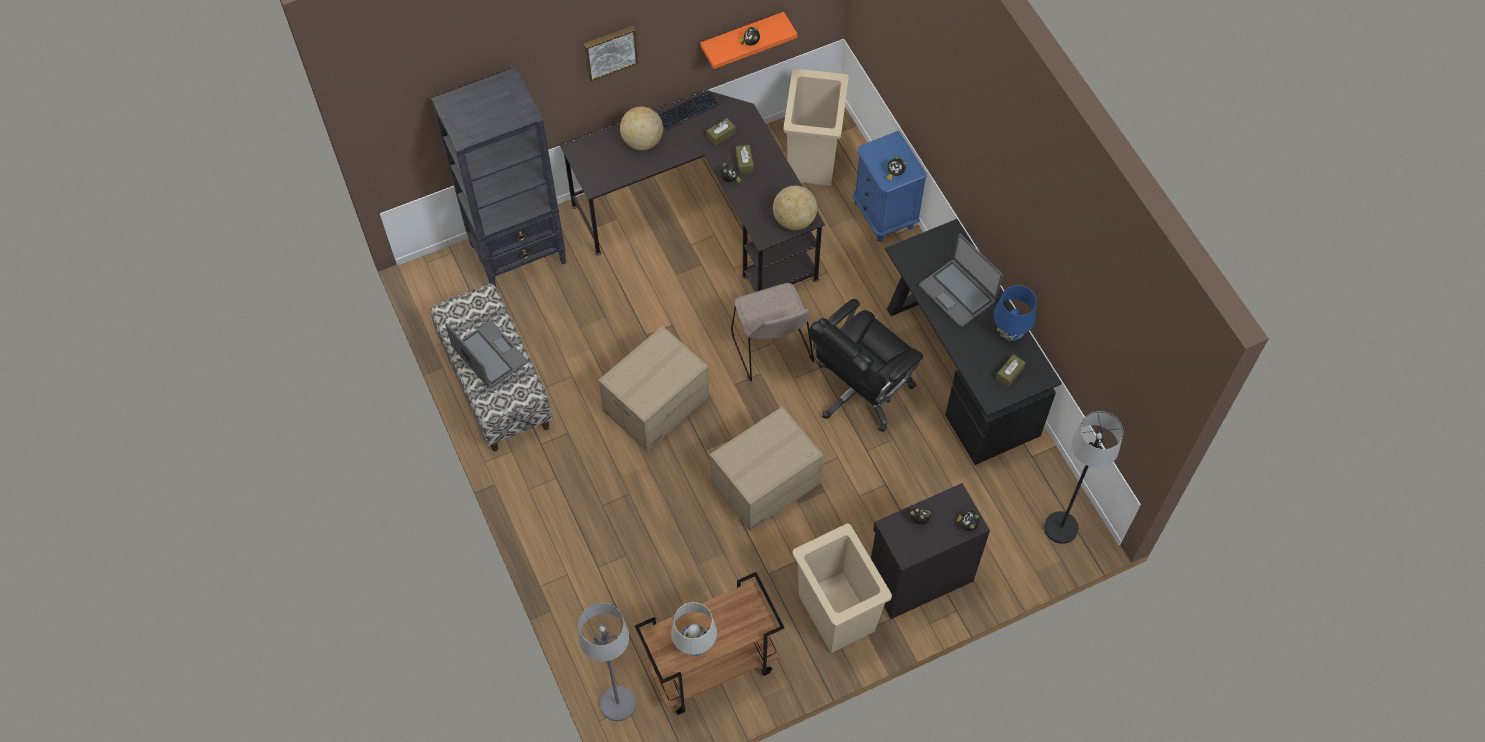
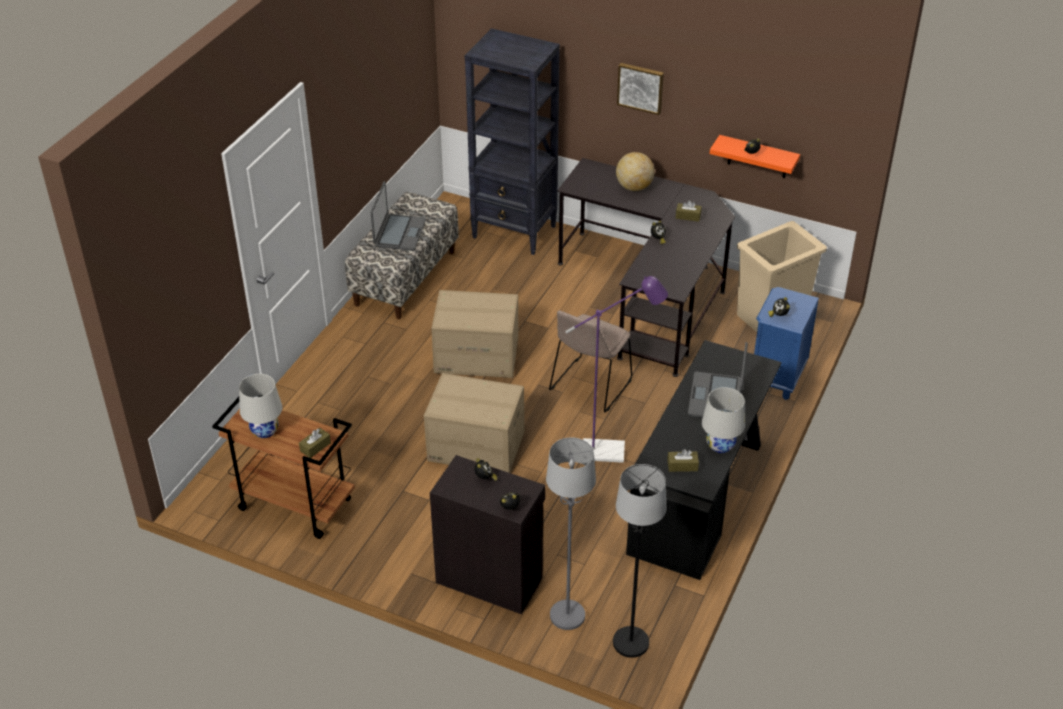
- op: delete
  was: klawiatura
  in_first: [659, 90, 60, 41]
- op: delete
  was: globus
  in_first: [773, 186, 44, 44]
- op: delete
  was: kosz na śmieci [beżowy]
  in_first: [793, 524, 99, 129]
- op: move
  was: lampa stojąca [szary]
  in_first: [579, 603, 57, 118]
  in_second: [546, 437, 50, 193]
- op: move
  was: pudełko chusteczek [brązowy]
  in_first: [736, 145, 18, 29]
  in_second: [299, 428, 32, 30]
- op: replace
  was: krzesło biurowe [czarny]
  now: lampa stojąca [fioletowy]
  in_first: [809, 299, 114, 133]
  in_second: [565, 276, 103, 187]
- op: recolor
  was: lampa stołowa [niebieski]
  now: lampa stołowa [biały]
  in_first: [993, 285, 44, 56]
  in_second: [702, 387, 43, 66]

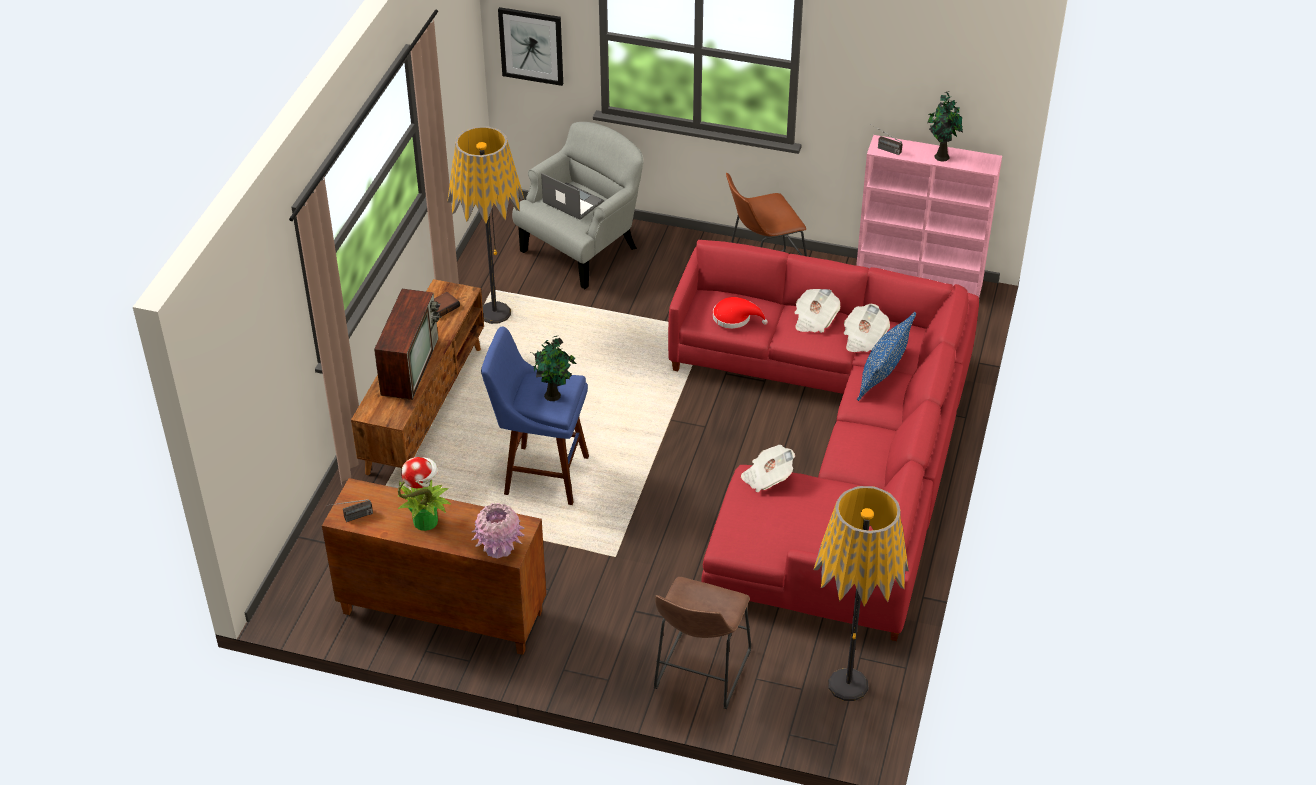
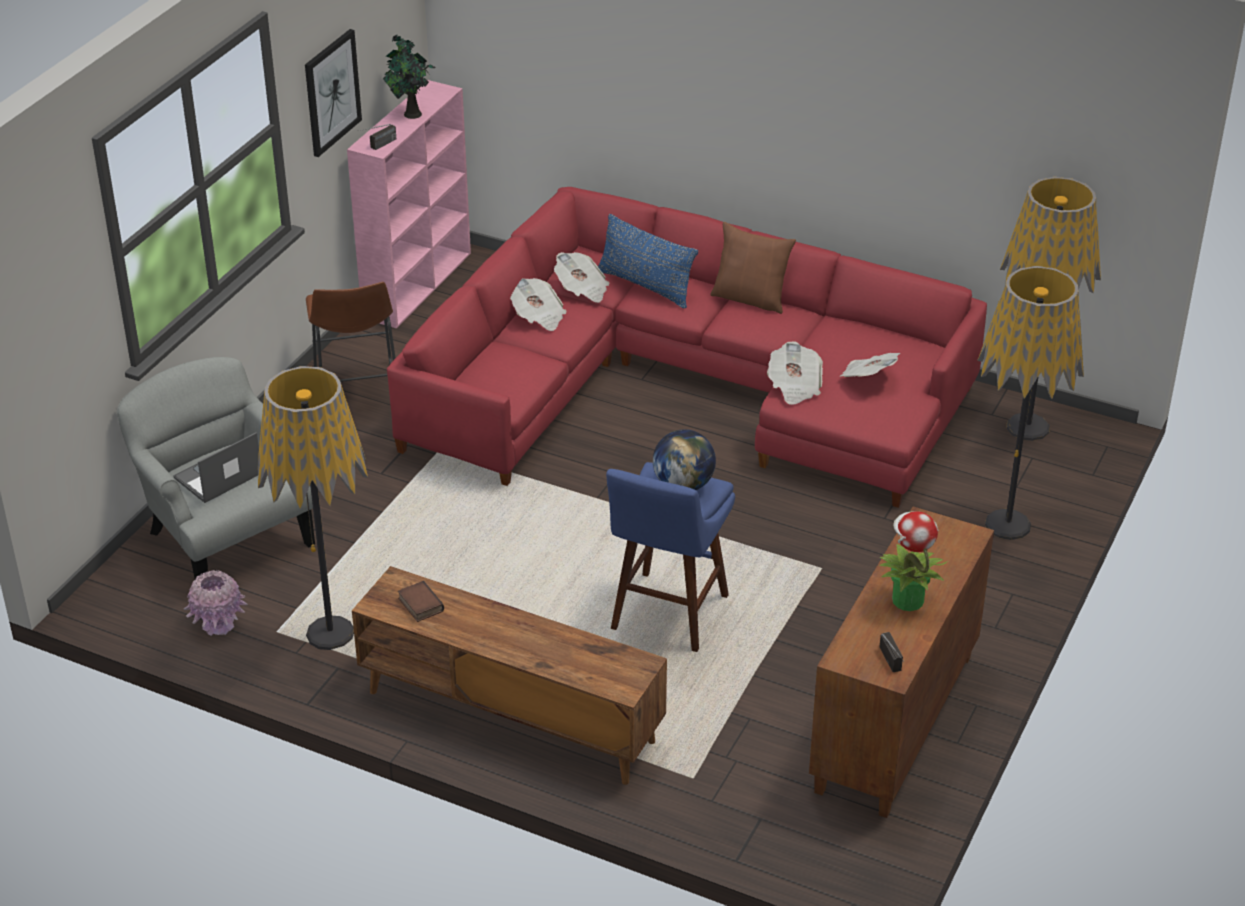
- op: delete
  was: telewizor
  in_first: [374, 289, 68, 111]
- op: delete
  was: kapelusz [czerwony]
  in_first: [713, 297, 55, 32]
- op: insert
  now: poduszka [brązowy]
  in_second: [710, 222, 86, 92]
- op: insert
  now: gazeta
  in_second: [839, 353, 61, 24]
- op: move
  was: wazon [różowy]
  in_first: [471, 503, 54, 56]
  in_second: [184, 570, 64, 66]
- op: move
  was: obraz
  in_first: [498, 7, 65, 79]
  in_second: [305, 29, 57, 128]
- op: replace
  was: roślina doniczkowa
  now: globus
  in_first: [533, 335, 44, 66]
  in_second: [653, 429, 63, 61]
- op: replace
  was: stołek [brązowy]
  now: lampa stojąca
  in_first: [654, 577, 97, 132]
  in_second: [977, 266, 107, 274]

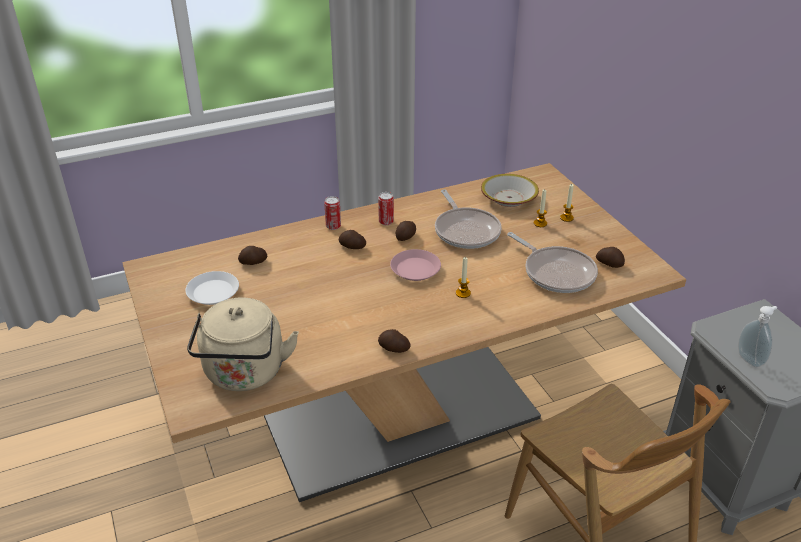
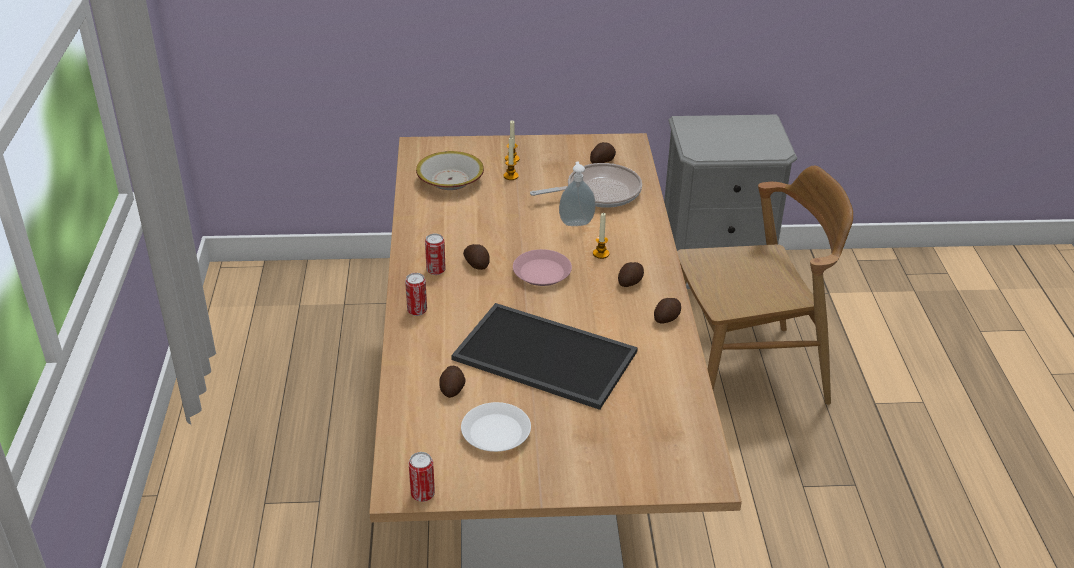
- op: delete
  was: czajnik [beżowy]
  in_first: [187, 297, 112, 94]
- op: delete
  was: patelnia
  in_first: [435, 189, 67, 60]
- op: insert
  now: puszka
  in_second: [409, 452, 26, 50]
- op: insert
  now: taca
  in_second: [451, 303, 187, 107]
- op: move
  was: ziemniak
  in_first: [339, 230, 27, 19]
  in_second: [618, 262, 26, 25]
- op: move
  was: dozownik mydła
  in_first: [738, 306, 39, 61]
  in_second: [559, 162, 37, 64]

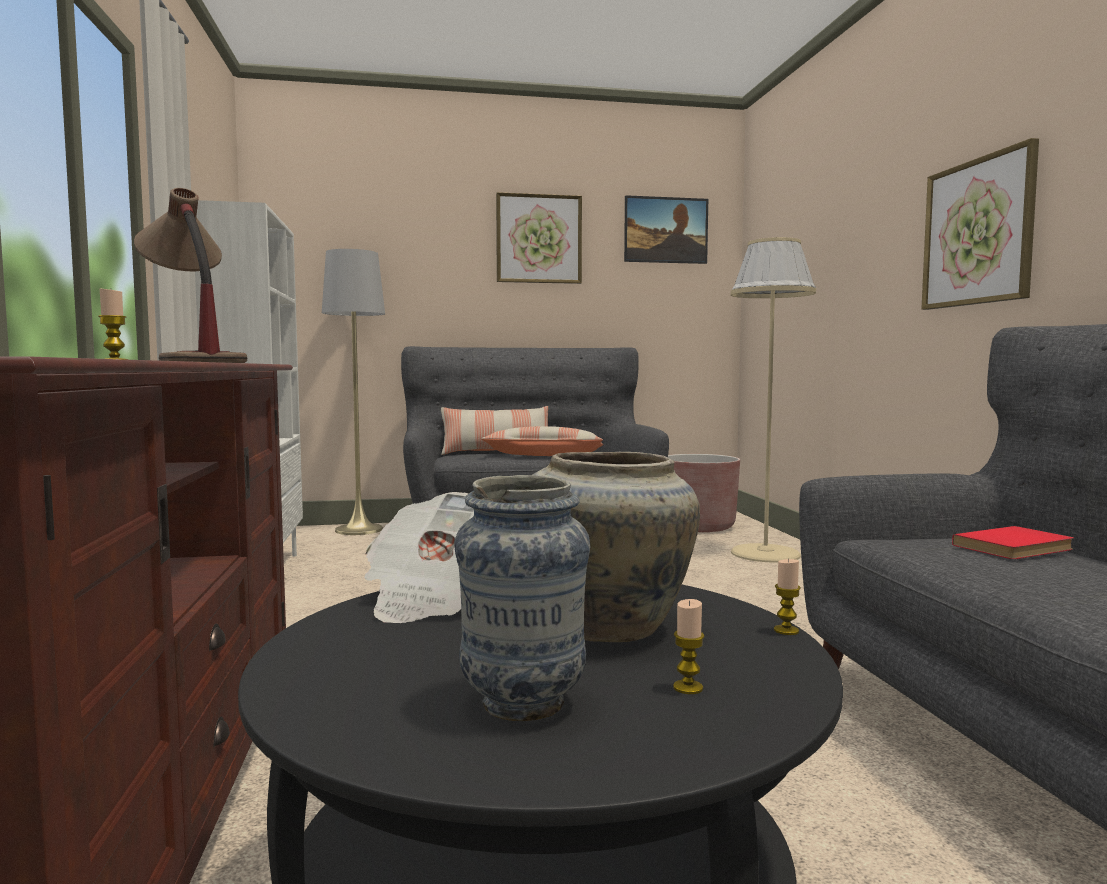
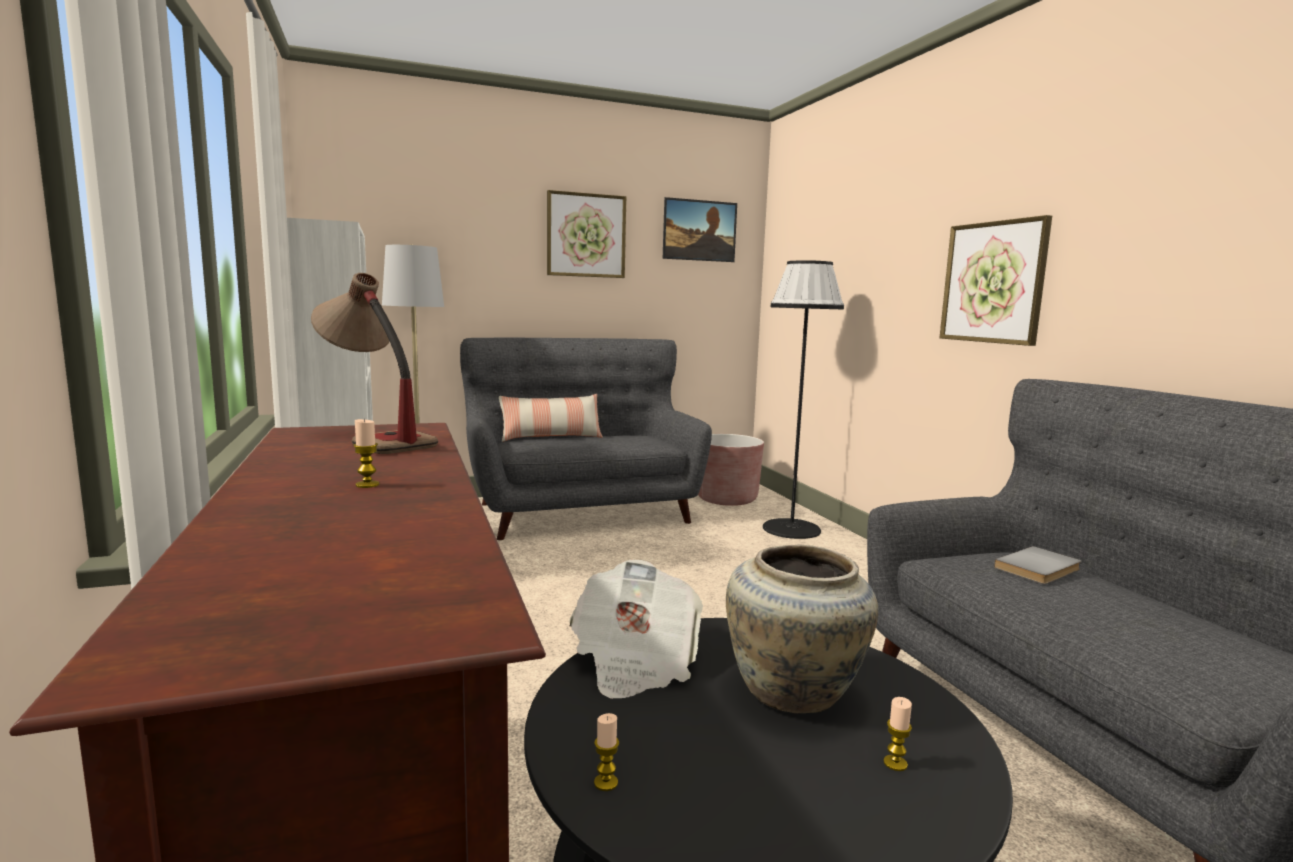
- op: delete
  was: wazon
  in_first: [454, 475, 136, 246]
- op: delete
  was: poduszka
  in_first: [481, 426, 122, 30]
- op: move
  was: świeca
  in_first: [774, 559, 27, 76]
  in_second: [594, 713, 25, 78]
- op: recolor
  was: lampa stojąca [beżowy]
  now: lampa stojąca [czarny]
  in_first: [731, 237, 85, 326]
  in_second: [763, 260, 81, 279]
- op: recolor
  was: książka [czerwony]
  now: książka [szary]
  in_first: [952, 526, 122, 33]
  in_second: [994, 546, 87, 38]

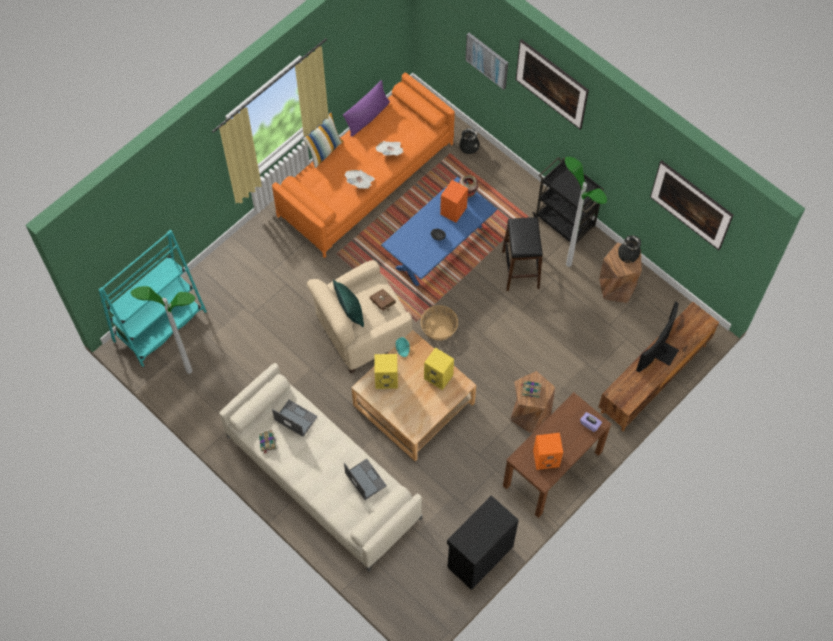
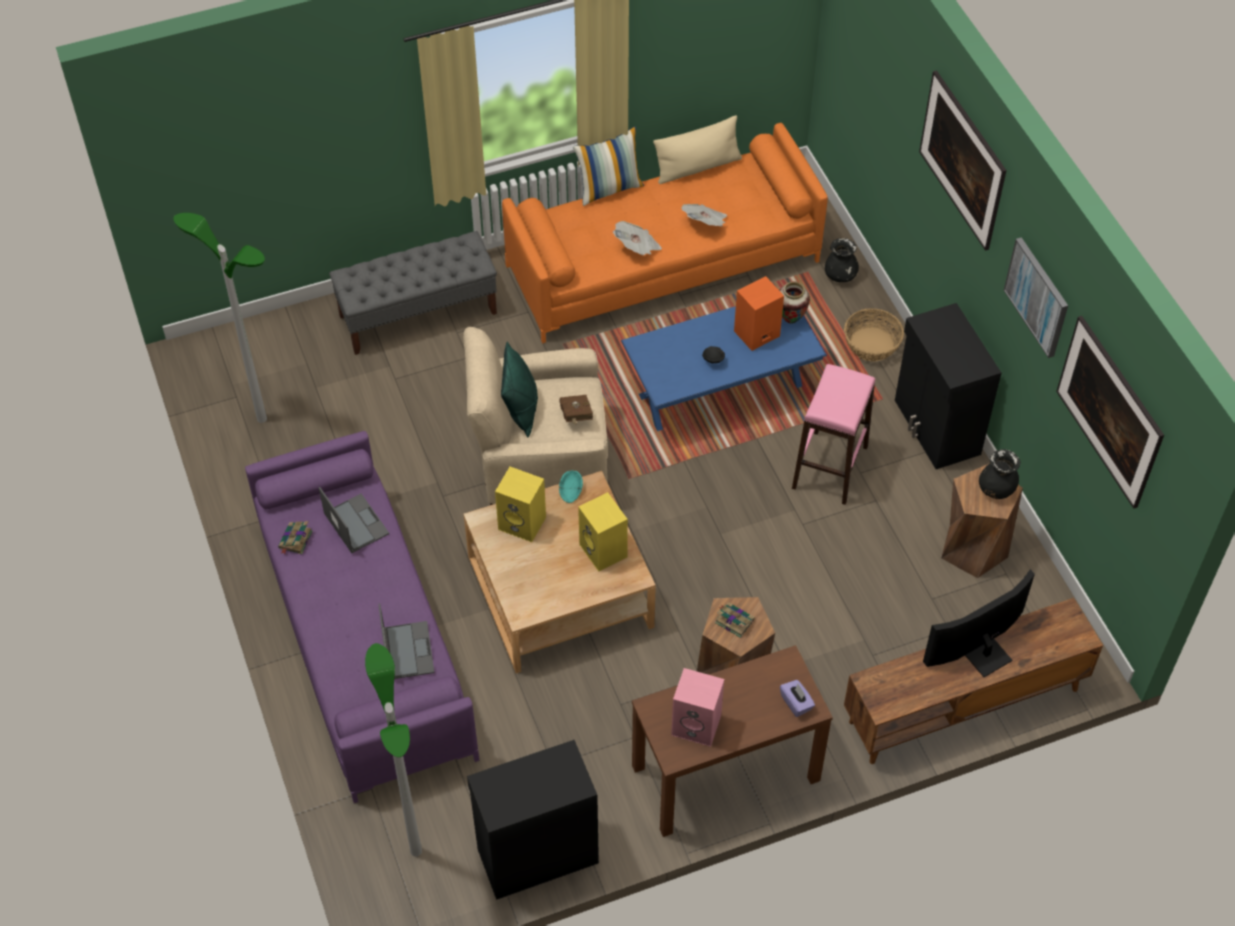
- op: delete
  was: regał [turkusowy]
  in_first: [98, 230, 109, 137]
- op: insert
  now: ławka [szary]
  in_second: [329, 231, 168, 124]
- op: move
  was: koszyk
  in_first: [420, 305, 38, 36]
  in_second: [844, 308, 60, 54]
- op: move
  was: obraz
  in_first: [465, 33, 43, 57]
  in_second: [1003, 237, 65, 121]
- op: move
  was: lampa stojąca
  in_first: [565, 157, 42, 110]
  in_second: [365, 643, 57, 214]
- op: replace
  was: wózek [czarny]
  now: szafka [czarny]
  in_first: [532, 157, 74, 88]
  in_second: [895, 303, 106, 166]
- op: recolor
  was: kanapa [beżowy]
  now: kanapa [fioletowy]
  in_first: [219, 363, 203, 209]
  in_second: [245, 431, 234, 372]
- op: recolor
  was: poduszka [fioletowy]
  now: poduszka [beżowy]
  in_first: [343, 80, 47, 57]
  in_second: [653, 115, 89, 69]
- op: recolor
  was: stołek [czarny]
  now: stołek [różowy]
  in_first: [502, 217, 41, 74]
  in_second: [792, 364, 83, 141]
- op: recolor
  was: głośnik [pomarańczowy]
  now: głośnik [różowy]
  in_first: [533, 433, 30, 37]
  in_second: [671, 668, 53, 79]

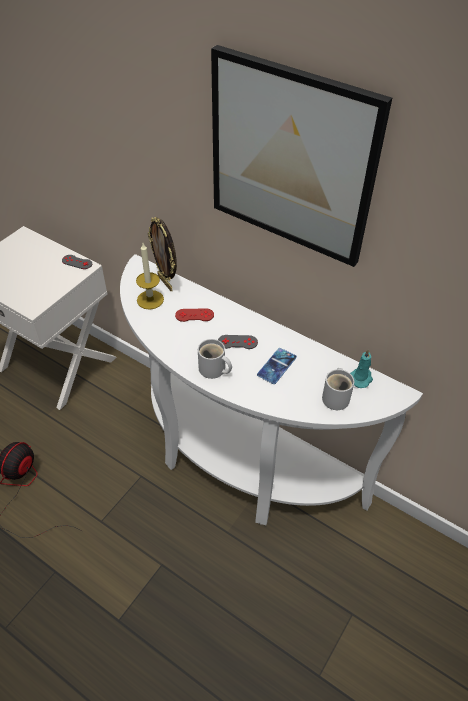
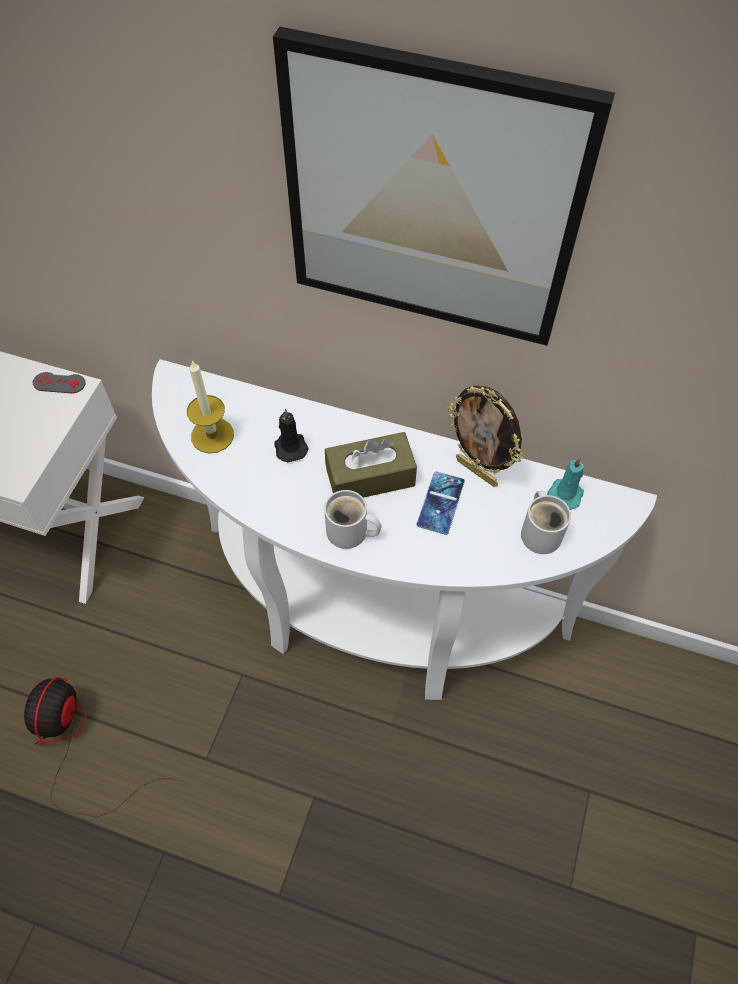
- op: move
  was: ramka na zdjęcie
  in_first: [148, 217, 29, 74]
  in_second: [447, 385, 76, 102]
- op: replace
  was: pad do gier [czerwony]
  now: świeca [czarny]
  in_first: [175, 308, 39, 14]
  in_second: [274, 409, 35, 53]
- op: replace
  was: pad do gier [szary]
  now: pudełko chusteczek [brązowy]
  in_first: [218, 335, 40, 14]
  in_second: [325, 432, 92, 66]

